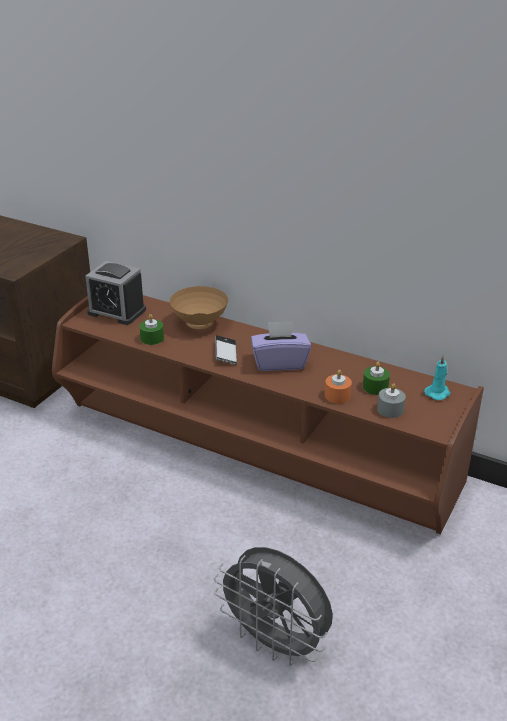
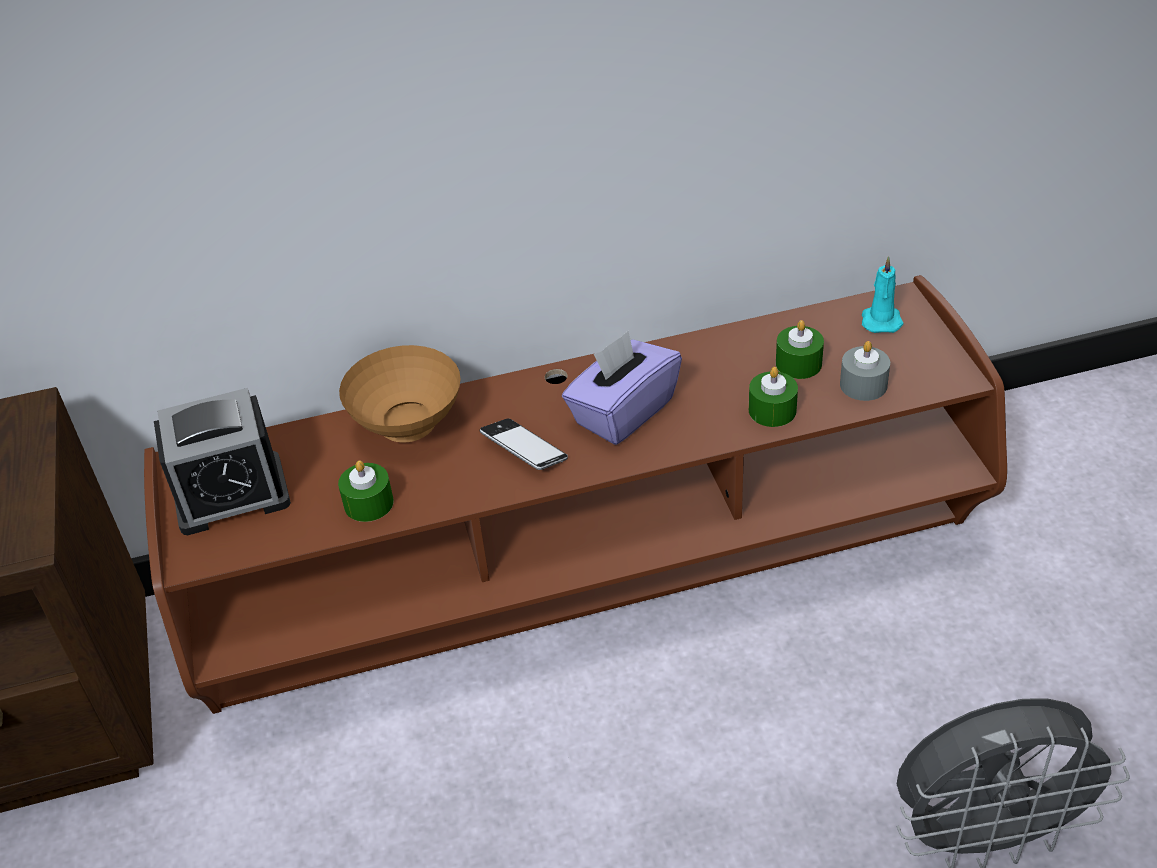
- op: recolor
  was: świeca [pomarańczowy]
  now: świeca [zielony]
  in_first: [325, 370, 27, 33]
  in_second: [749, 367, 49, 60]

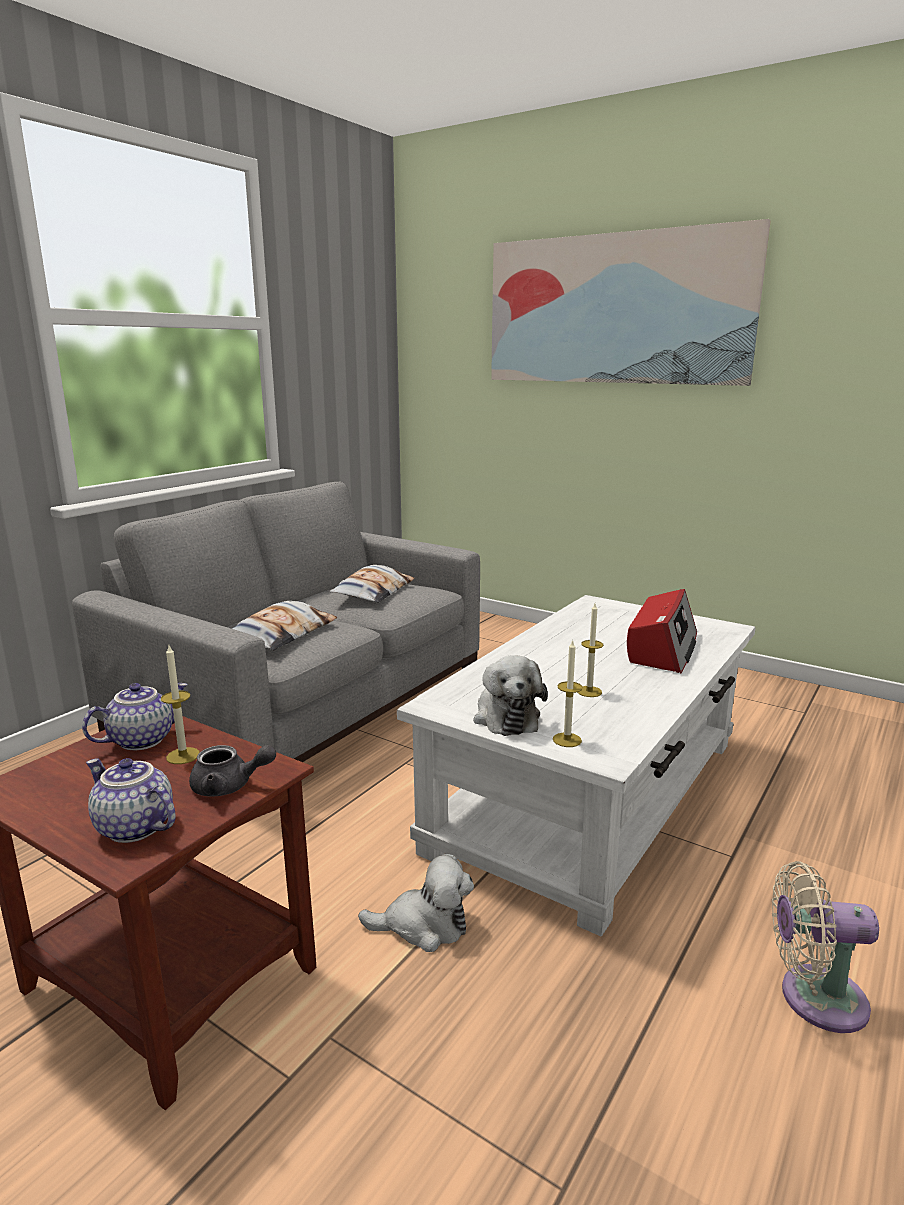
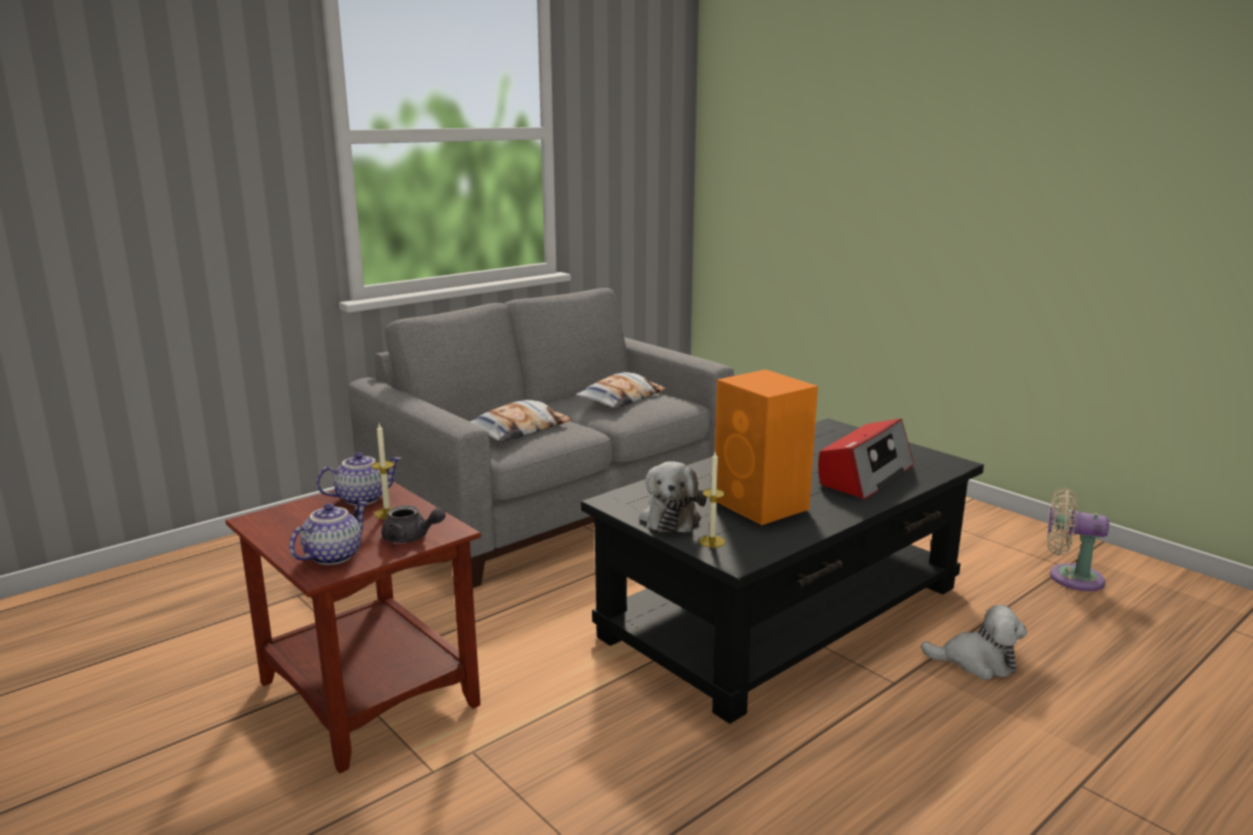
- op: delete
  was: obraz
  in_first: [491, 219, 280, 167]
- op: move
  was: pluszak
  in_first: [358, 854, 116, 98]
  in_second: [921, 605, 106, 75]
- op: move
  was: wentylator [beżowy]
  in_first: [772, 861, 107, 172]
  in_second: [1047, 488, 62, 103]
- op: replace
  was: świeca
  now: głośnik [pomarańczowy]
  in_first: [577, 603, 26, 94]
  in_second: [715, 369, 103, 156]
- op: recolor
  was: ława [biały]
  now: ława [czarny]
  in_first: [397, 595, 358, 341]
  in_second: [581, 418, 403, 306]
- op: rotate
  was: imbryk
  in_first: [86, 758, 90, 85]
  in_second: [289, 501, 79, 64]
  clockwise: 75

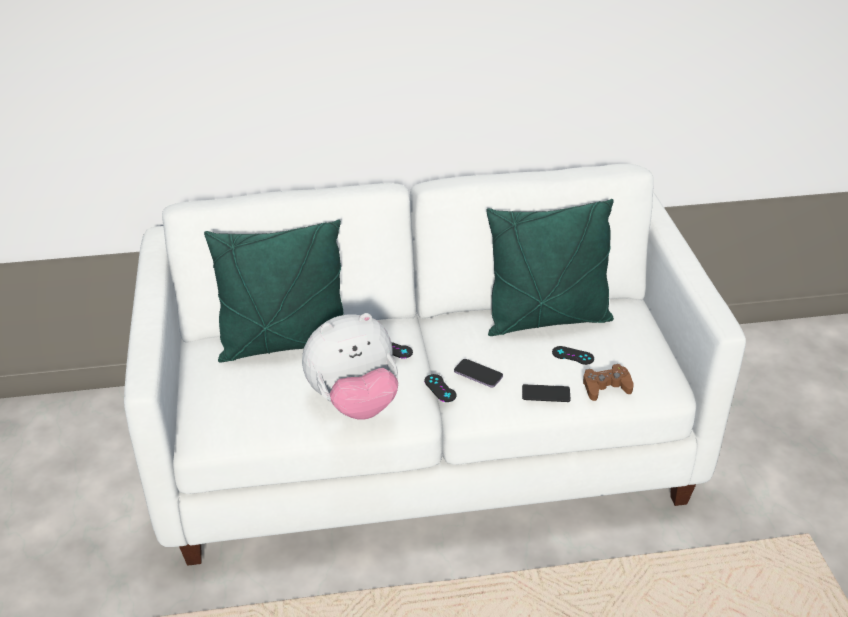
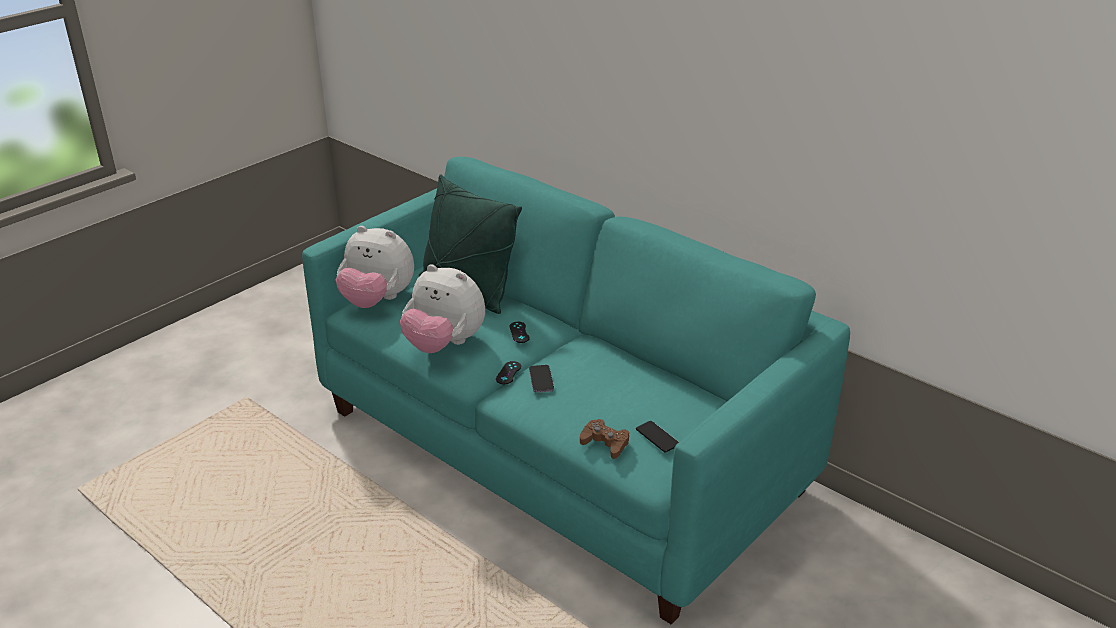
- op: delete
  was: poduszka [zielony]
  in_first: [486, 199, 128, 137]
- op: delete
  was: pad do gier [czarny]
  in_first: [552, 346, 42, 19]
- op: insert
  now: pluszak
  in_second: [336, 226, 78, 82]
- op: move
  was: telefon
  in_first: [522, 384, 49, 18]
  in_second: [636, 421, 43, 31]
- op: recolor
  was: kanapa [biały]
  now: kanapa [turkusowy]
  in_first: [124, 164, 622, 402]
  in_second: [302, 157, 548, 467]

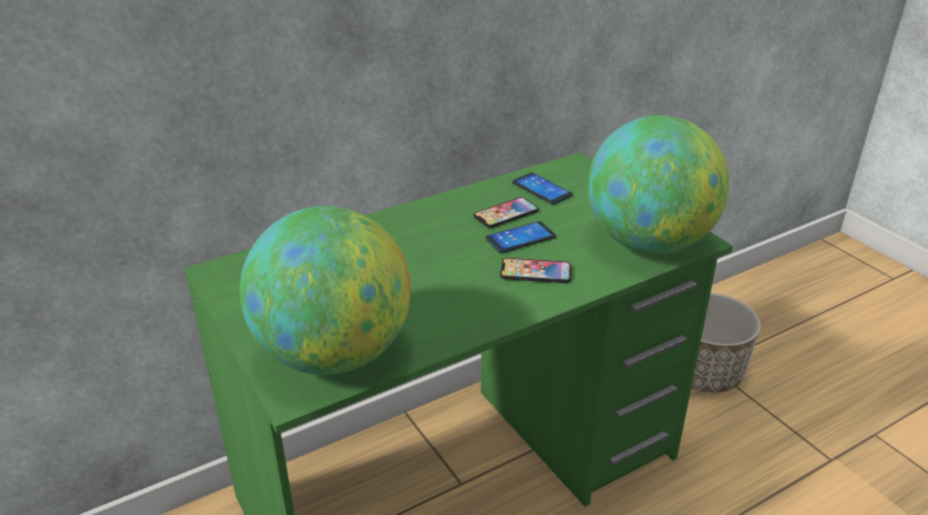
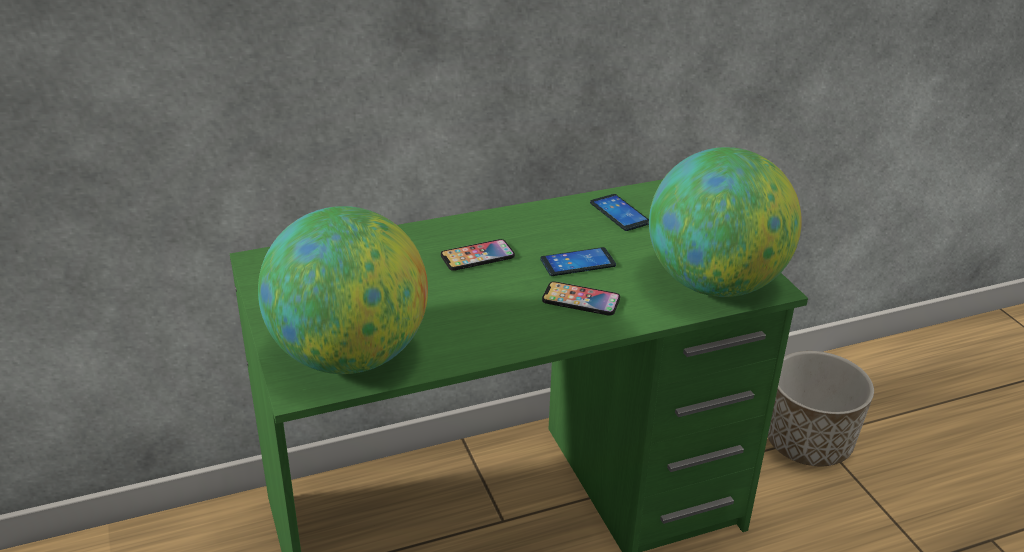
- op: move
  was: telefon
  in_first: [474, 197, 64, 31]
  in_second: [441, 239, 74, 32]

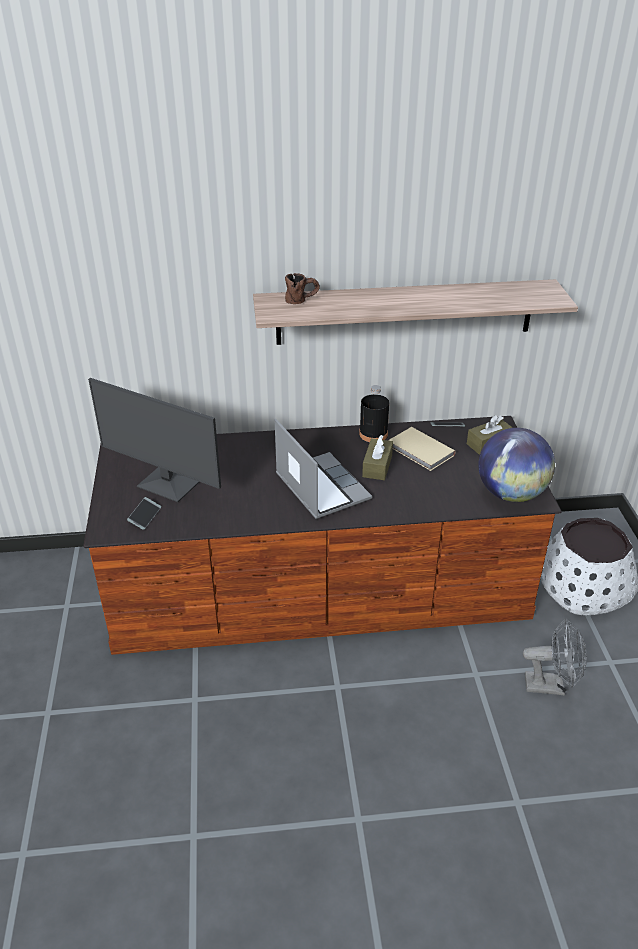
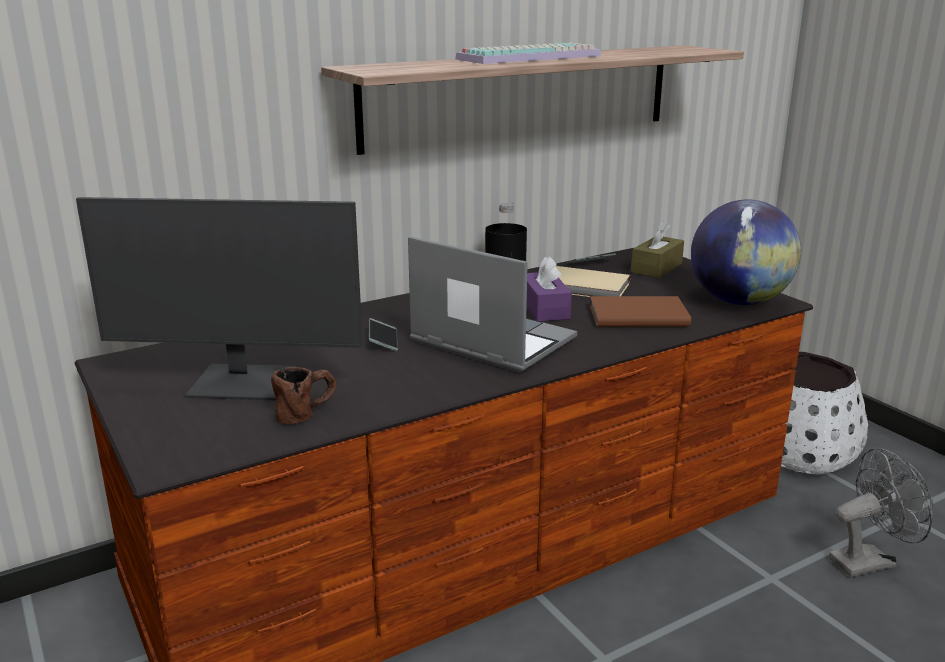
- op: insert
  now: klawiatura
  in_second: [455, 43, 146, 21]
- op: insert
  now: książka [brązowy]
  in_second: [590, 296, 101, 31]
- op: move
  was: telefon
  in_first: [127, 497, 34, 33]
  in_second: [369, 318, 29, 33]
- op: move
  was: kubek [brązowy]
  in_first: [285, 273, 35, 31]
  in_second: [271, 367, 65, 57]
- op: recolor
  was: pudełko chusteczek [brązowy]
  now: pudełko chusteczek [fioletowy]
  in_first: [362, 435, 31, 46]
  in_second: [526, 256, 46, 66]

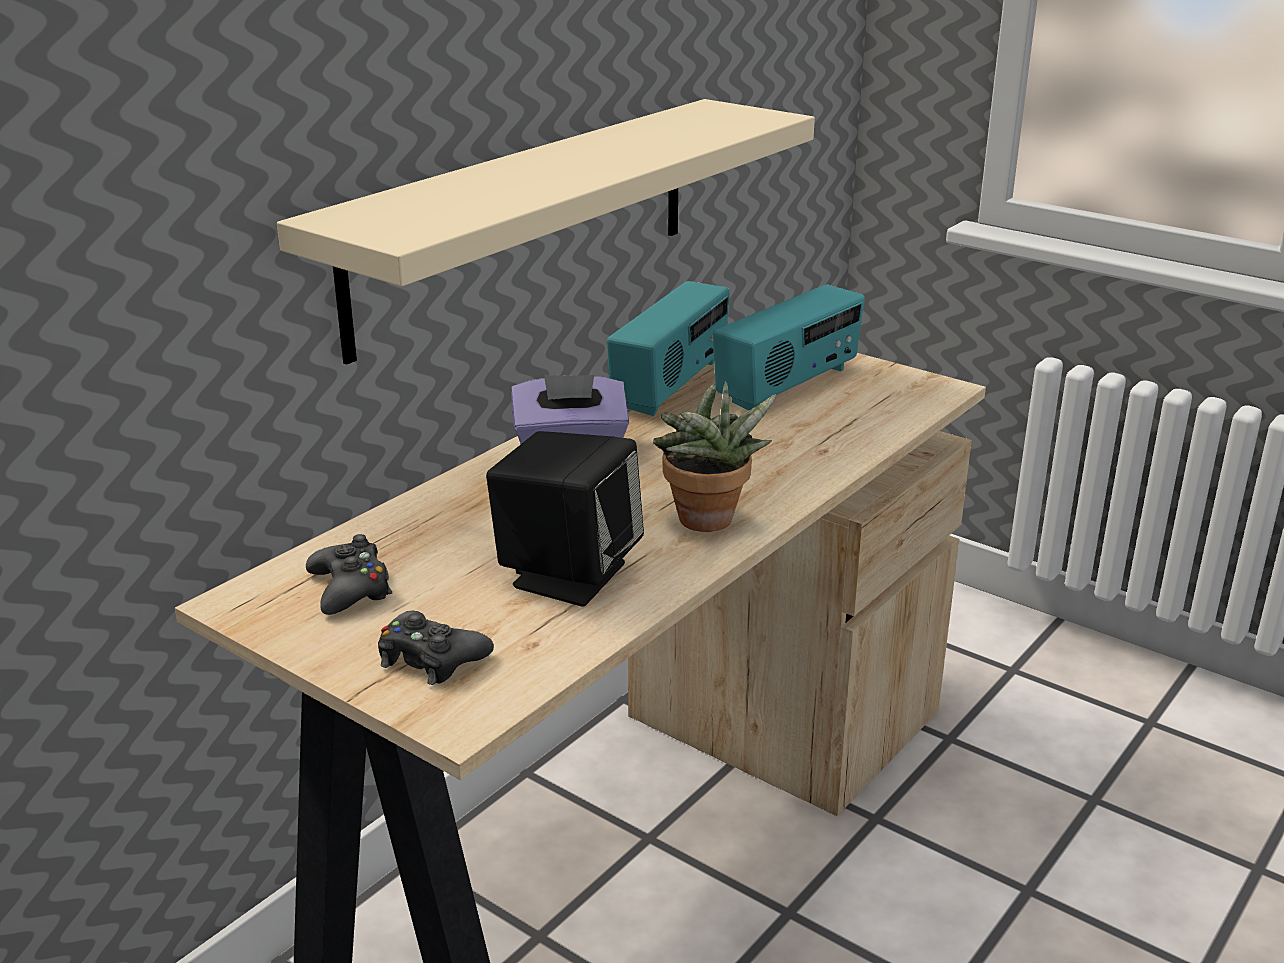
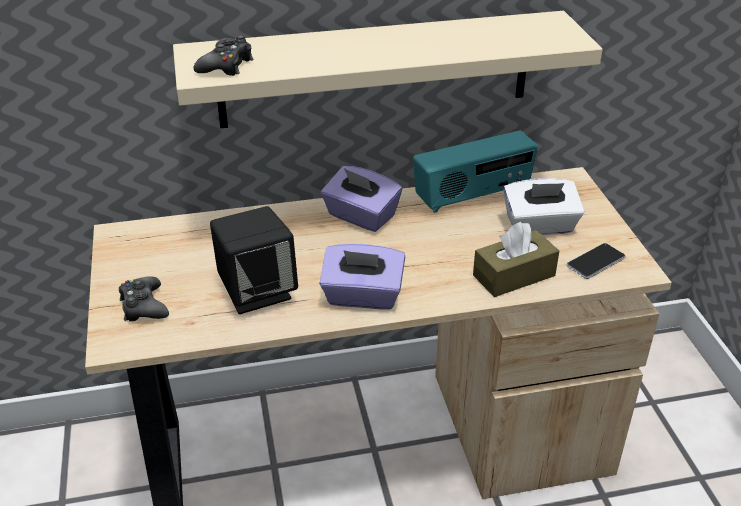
- op: insert
  now: pudełko chusteczek [brązowy]
  in_second: [473, 222, 86, 75]
- op: insert
  now: telefon
  in_second: [567, 243, 59, 36]
- op: move
  was: pad do gier [czarny]
  in_first: [306, 534, 86, 81]
  in_second: [193, 35, 60, 41]
- op: replace
  was: roślina doniczkowa
  now: pudełko chusteczek [fioletowy]
  in_first: [653, 382, 124, 150]
  in_second: [320, 244, 85, 65]
- op: replace
  was: radio
  now: pudełko chusteczek [biały]
  in_first: [713, 285, 152, 125]
  in_second: [503, 178, 81, 57]

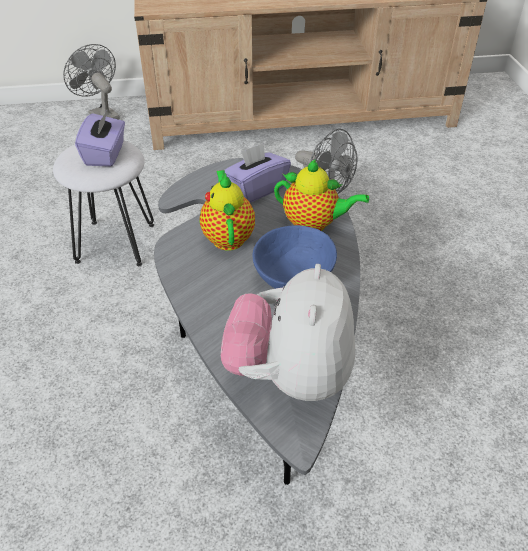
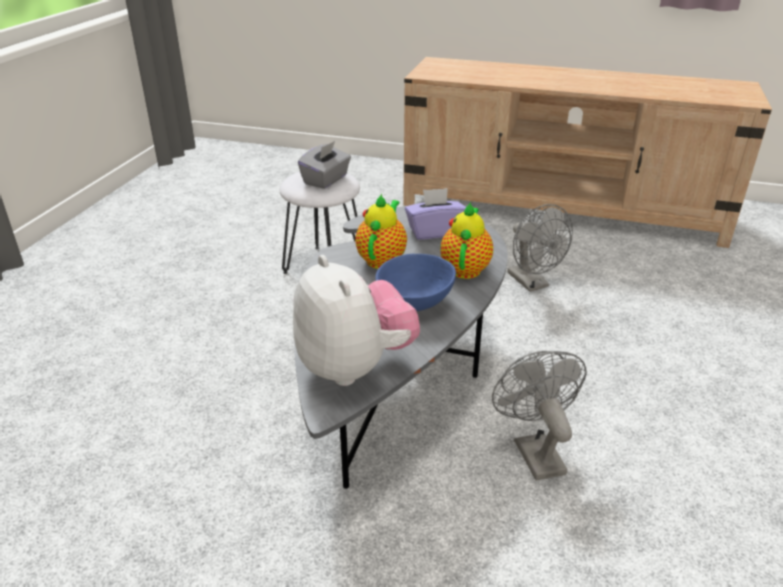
- op: move
  was: wentylator [szary]
  in_first: [63, 44, 57, 76]
  in_second: [492, 351, 95, 129]
- op: recolor
  was: pudełko chusteczek [fioletowy]
  now: pudełko chusteczek [szary]
  in_first: [75, 110, 50, 57]
  in_second: [298, 140, 53, 49]
- op: rotate
  was: pluszak
  in_first: [221, 264, 134, 137]
  in_second: [293, 255, 127, 131]
  clockwise: 120
- op: rotate
  was: imbryk
  in_first: [274, 160, 95, 71]
  in_second: [441, 202, 52, 77]
  clockwise: -120

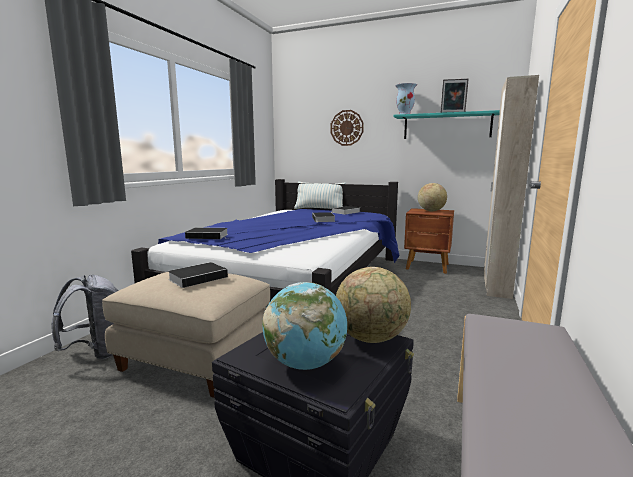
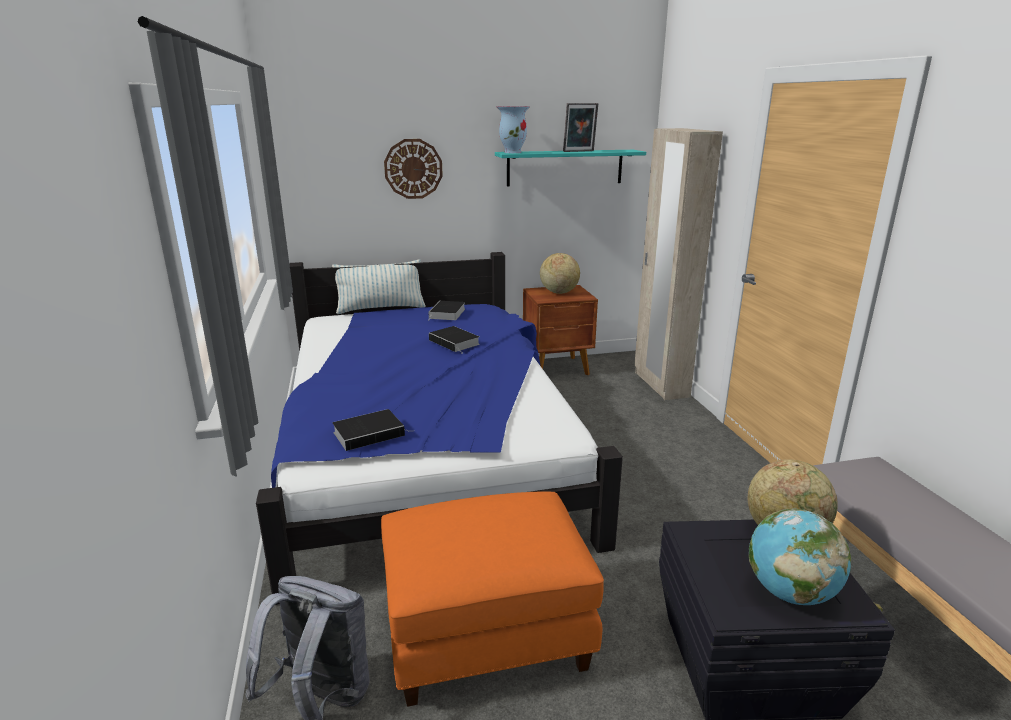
- op: delete
  was: książka
  in_first: [168, 262, 66, 26]
- op: recolor
  was: pufa [beżowy]
  now: pufa [pomarańczowy]
  in_first: [102, 272, 168, 126]
  in_second: [381, 491, 223, 216]

